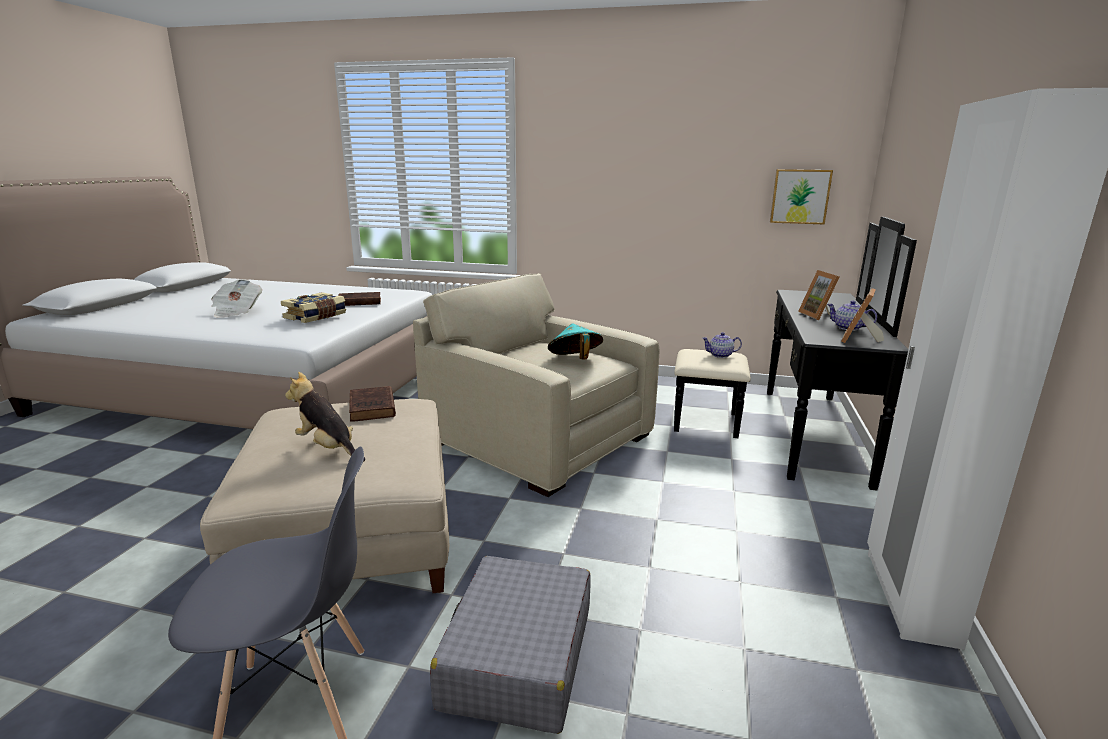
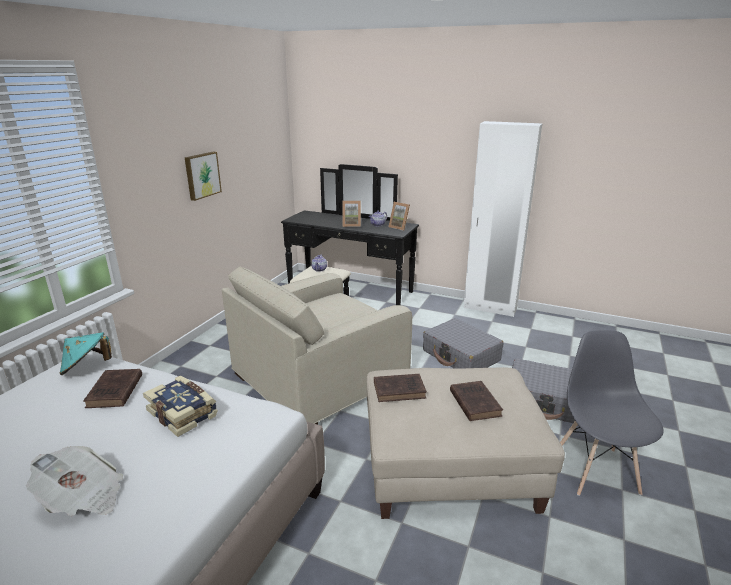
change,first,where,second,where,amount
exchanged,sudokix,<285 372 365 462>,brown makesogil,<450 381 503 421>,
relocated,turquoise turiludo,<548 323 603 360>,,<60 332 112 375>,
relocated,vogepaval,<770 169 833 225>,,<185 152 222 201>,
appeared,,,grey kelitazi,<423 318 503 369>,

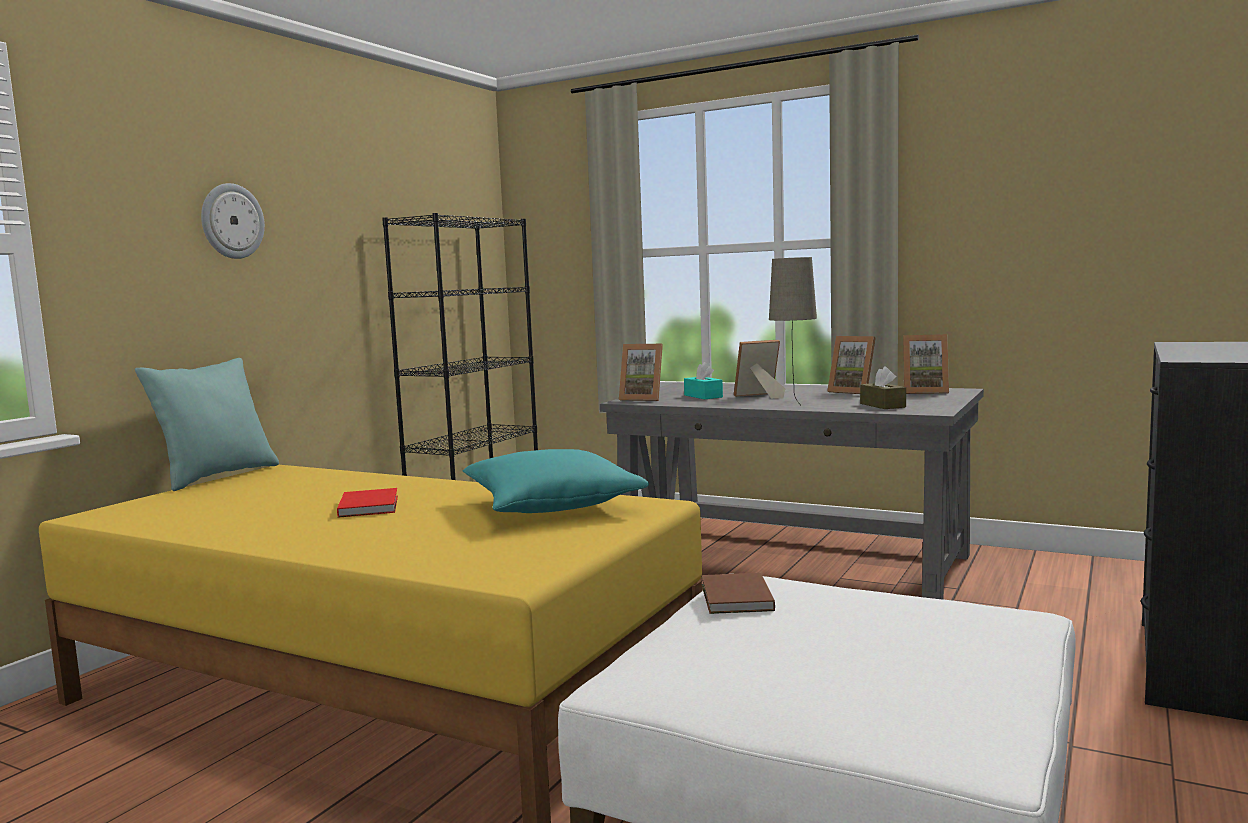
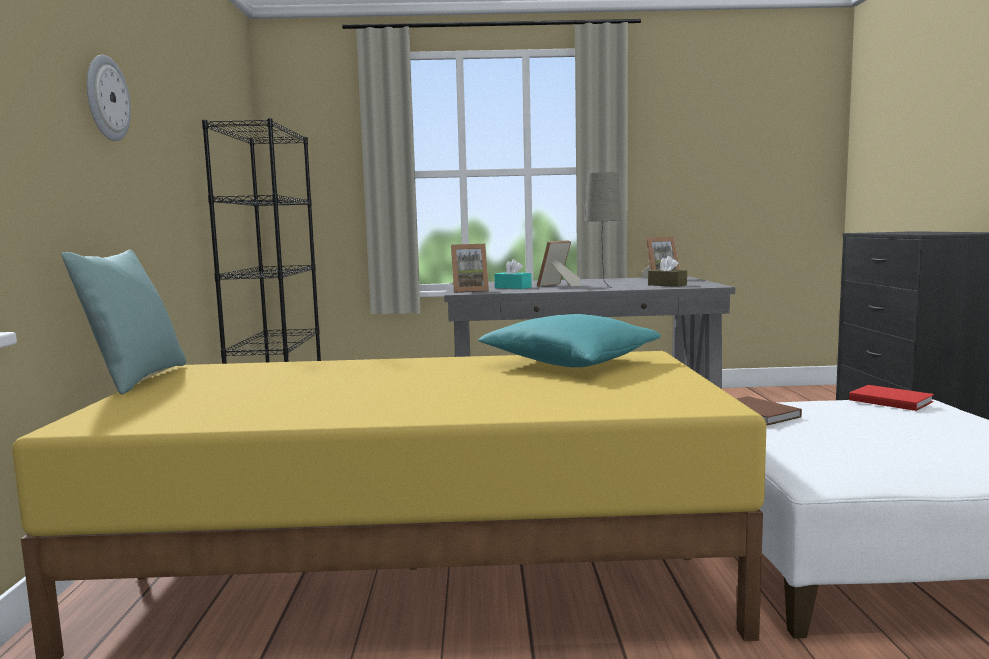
change,first,where,second,where,amount
relocated,red makesogil,<337 488 398 518>,,<849 385 934 411>,
missing,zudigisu,<827 336 876 394>,,,

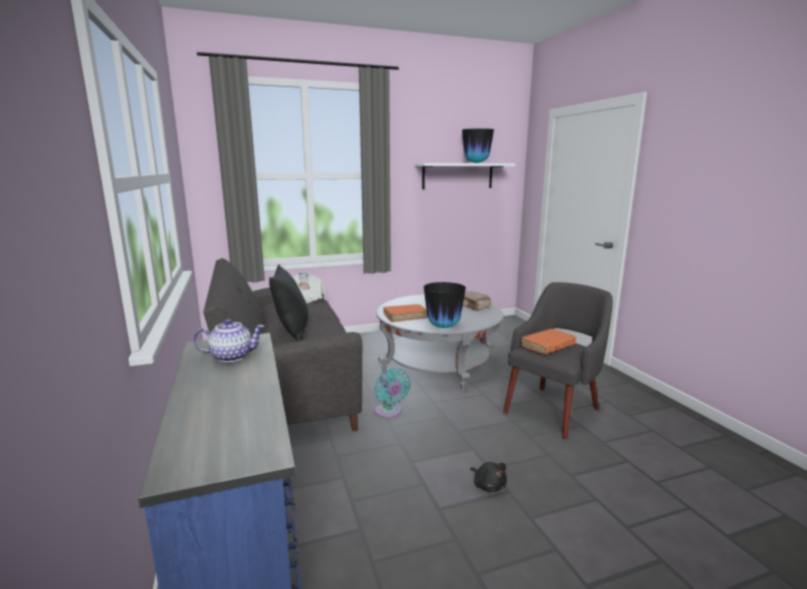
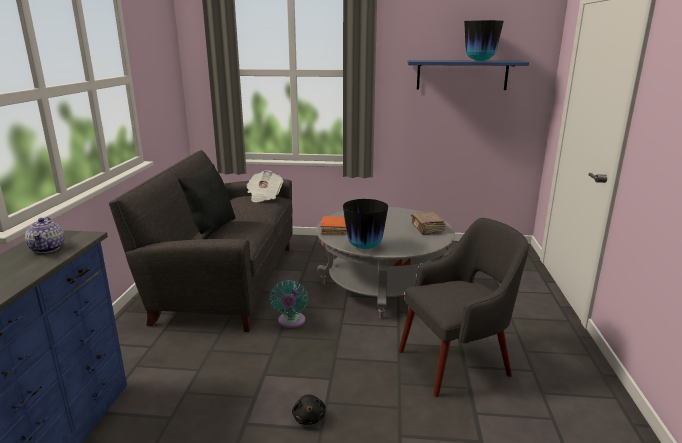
change,first,where,second,where,amount
spun,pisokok,<193 319 265 362>,,<25 217 65 253>,60 degrees clockwise
colour,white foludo,<414 163 515 189>,blue foludo,<407 60 529 90>,
missing,orange makesogil,<522 329 576 354>,,,

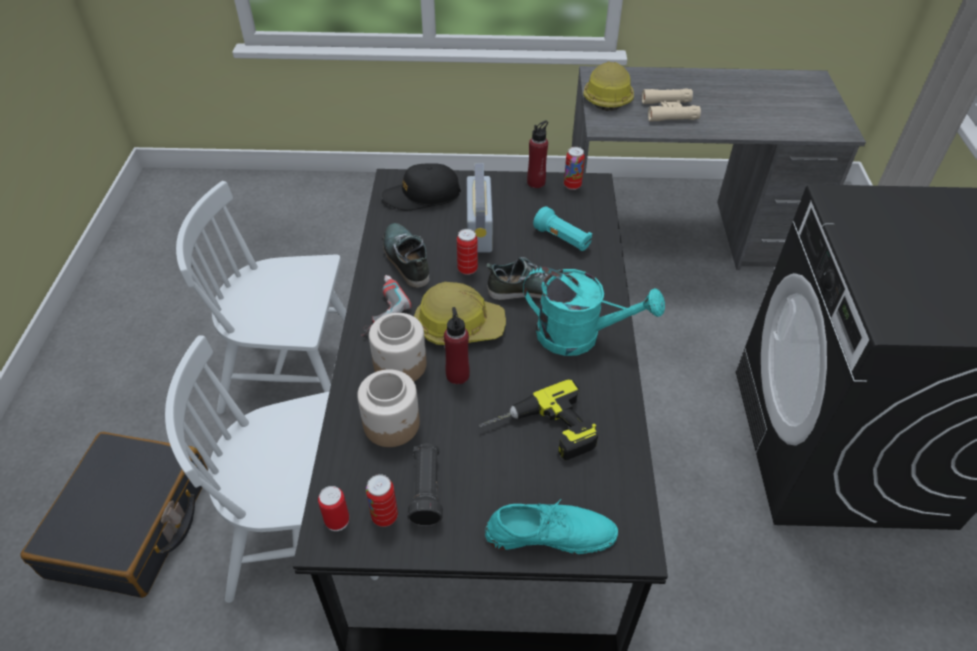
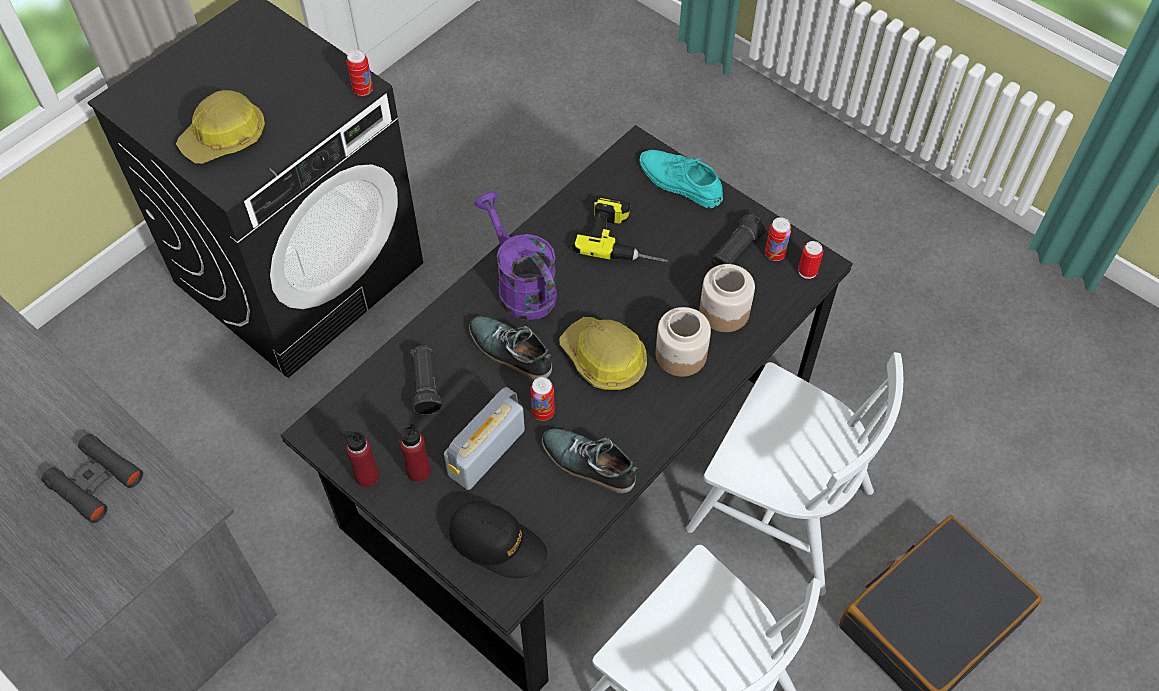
change,first,where,second,where,amount
missing,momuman,<361 275 411 337>,,,
spun,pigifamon,<383 223 430 288>,,<542 429 638 494>,105 degrees clockwise
relocated,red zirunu,<444 307 470 384>,,<399 422 431 482>,
colour,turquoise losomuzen,<523 266 665 356>,purple losomuzen,<475 191 557 320>,
colour,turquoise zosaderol,<533 206 592 251>,black zosaderol,<411 345 442 415>,
relocated,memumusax,<564 147 585 190>,,<347 49 373 96>,
relocated,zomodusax,<583 61 634 111>,,<176 90 265 164>,
colour,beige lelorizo,<642 88 701 121>,black lelorizo,<42 434 143 523>,

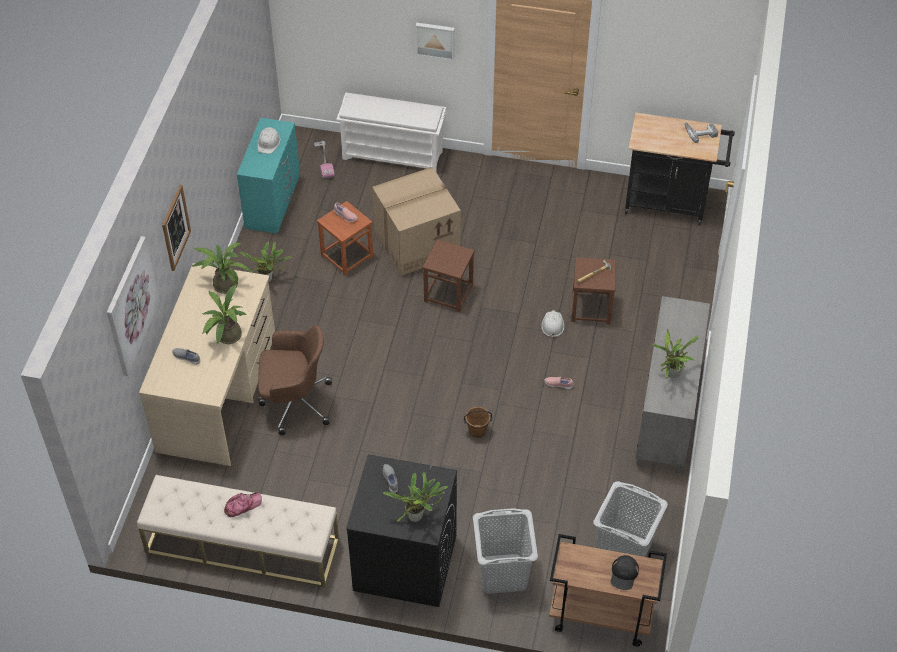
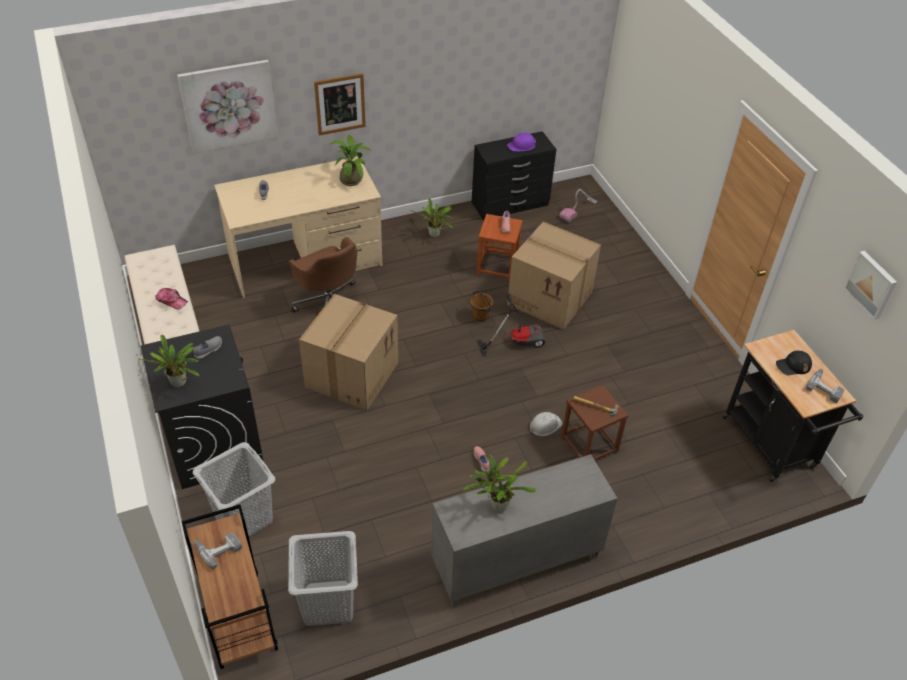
change,first,where,second,where,amount
missing,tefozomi,<202 284 247 344>,,,
colour,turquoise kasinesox,<237 118 300 234>,black kasinesox,<472 131 556 220>,
colour,white zomodusax,<258 127 280 154>,purple zomodusax,<507 133 536 151>,
missing,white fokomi,<336 93 447 172>,,,
relocated,vogepaval,<415 22 455 60>,,<843 250 897 320>,
exchanged,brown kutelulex,<422 239 475 312>,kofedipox,<477 293 546 357>,
relocated,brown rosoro,<464 407 492 438>,,<470 291 493 322>,
relocated,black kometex,<611 555 639 590>,,<776 350 812 375>,
appeared,,,momuman,<194 532 242 569>,
appeared,,,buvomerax,<299 294 398 410>,

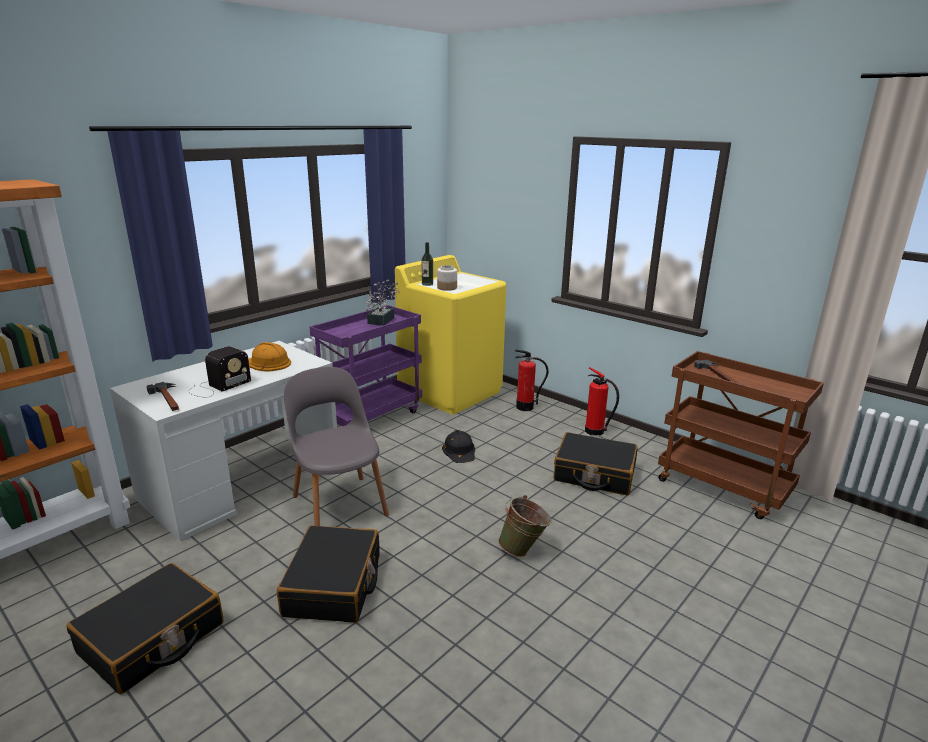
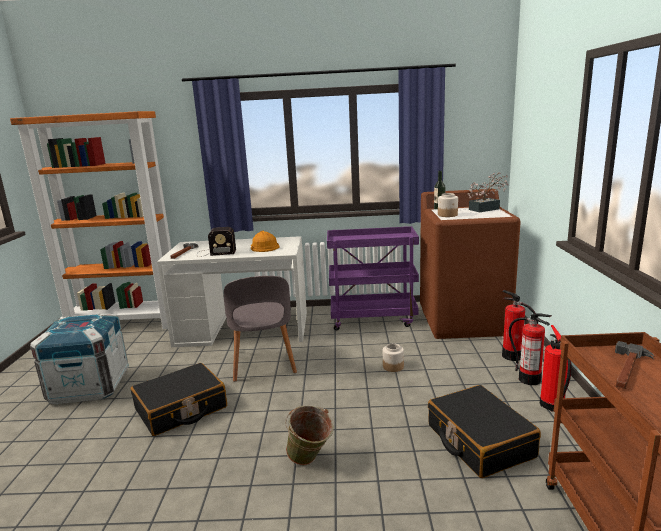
change,first,where,second,where,amount
exchanged,black kelitazi,<66 563 224 694>,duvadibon,<30 313 129 404>,
spun,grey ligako,<284 367 389 526>,,<223 276 297 382>,150 degrees clockwise
relocated,tefozomi,<366 280 400 326>,,<468 172 509 212>,
colour,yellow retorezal,<395 255 506 415>,brown retorezal,<420 189 521 339>,
exchanged,black zomodusax,<442 430 475 463>,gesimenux,<383 343 404 372>,
appeared,,,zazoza,<509 313 552 385>,

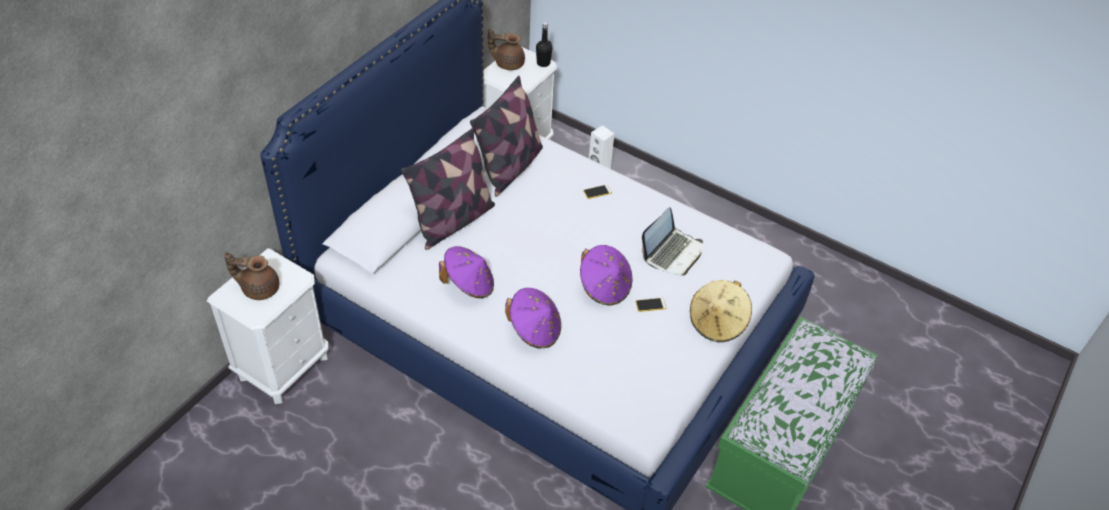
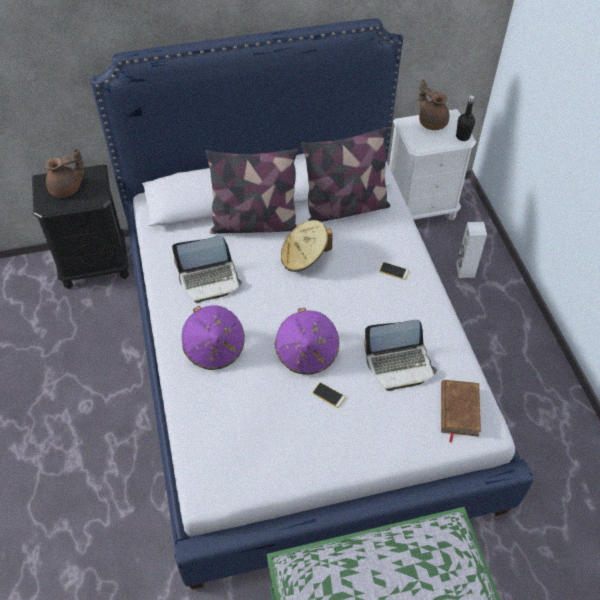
change,first,where,second,where,amount
colour,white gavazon,<207 248 328 404>,black gavazon,<32 164 129 289>,
spun,brown pisokok,<224 252 279 300>,,<45 148 84 198>,105 degrees clockwise
exchanged,purple turiludo,<439 246 494 298>,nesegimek,<172 236 242 303>,
relocated,beige turiludo,<690 280 752 343>,,<281 220 333 272>,
appeared,,,brown makesogil,<441 380 481 443>,

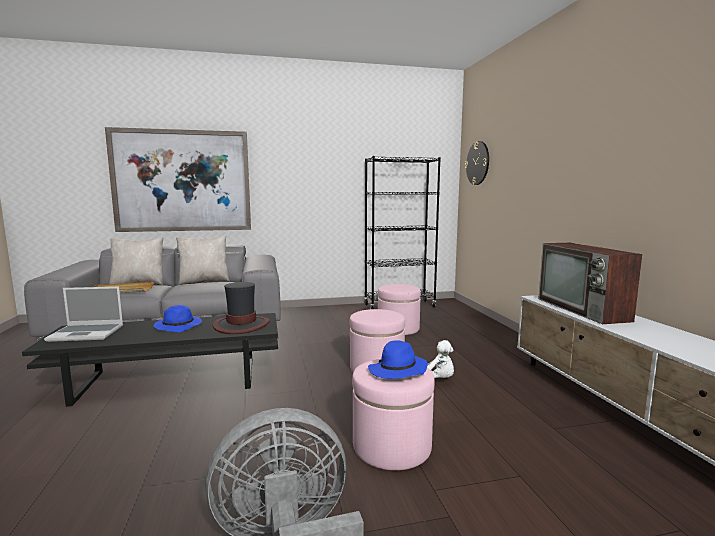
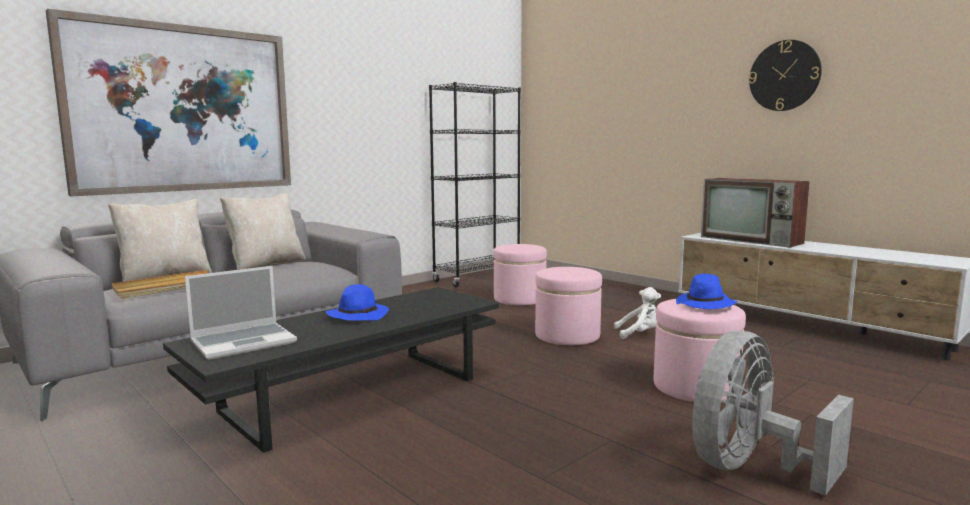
change,first,where,second,where,amount
missing,turiludo,<213 282 270 334>,,,
relocated,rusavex,<465 141 489 185>,,<749 40 822 111>,

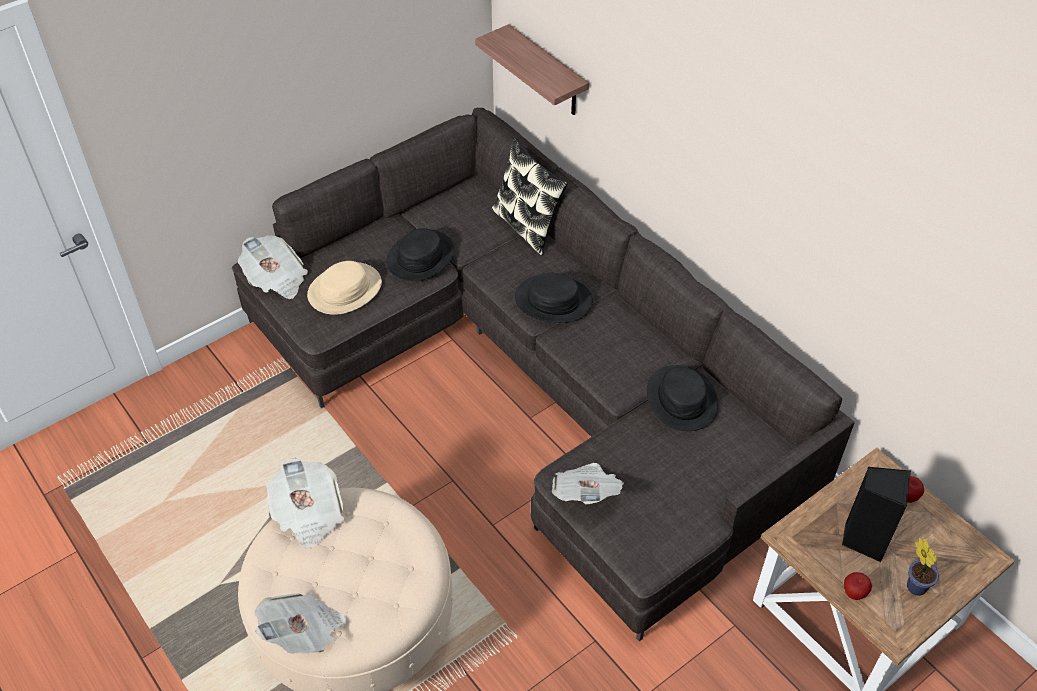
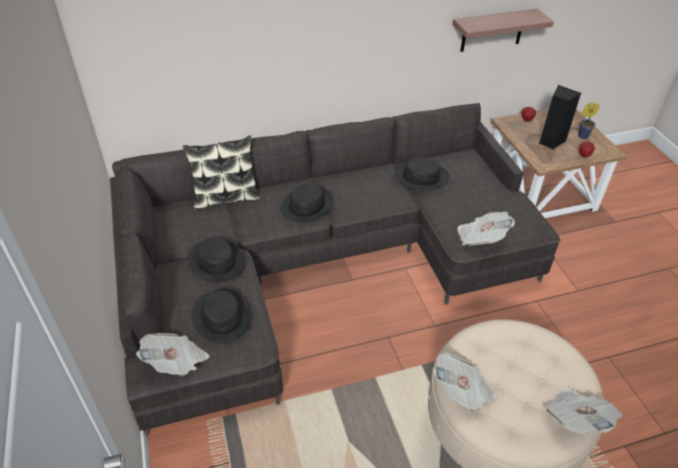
change,first,where,second,where,amount
colour,beige turiludo,<307 261 382 315>,black turiludo,<192 289 252 343>,
relocated,foludo,<475 24 589 115>,,<453 9 554 52>,

